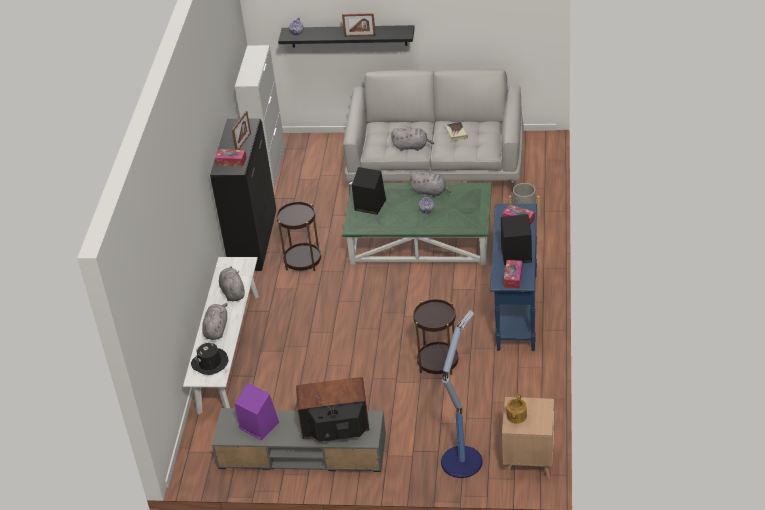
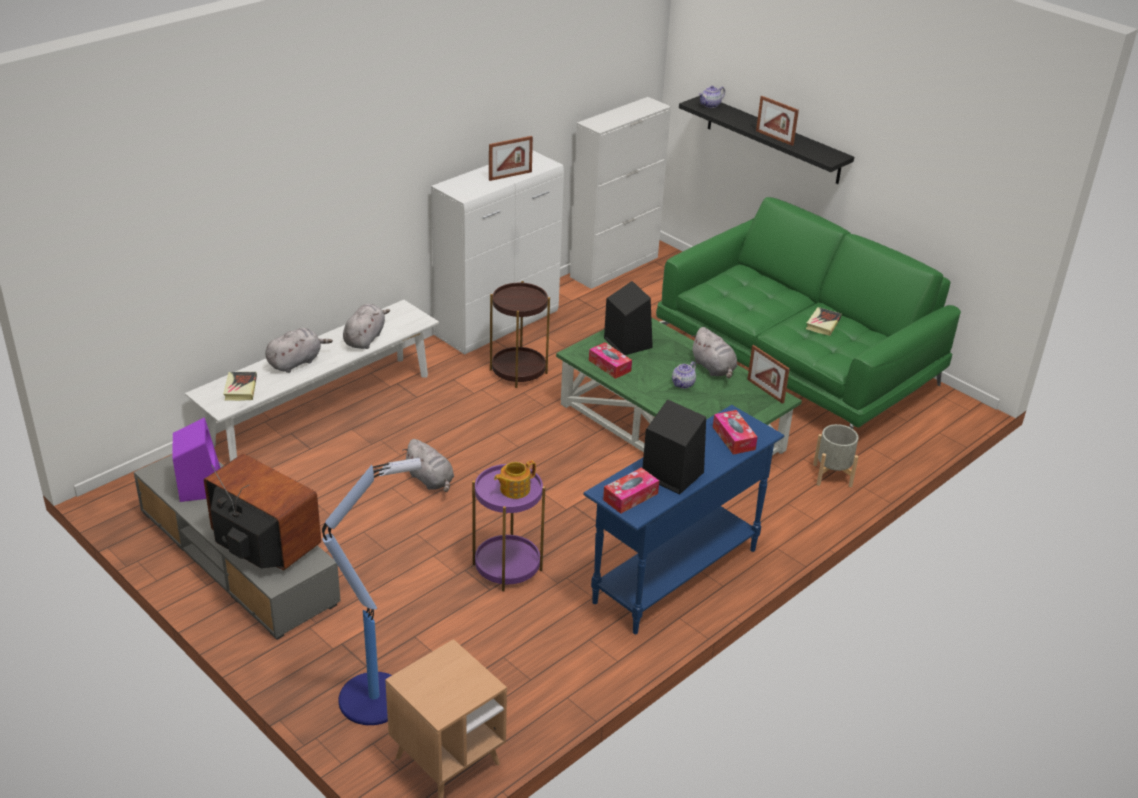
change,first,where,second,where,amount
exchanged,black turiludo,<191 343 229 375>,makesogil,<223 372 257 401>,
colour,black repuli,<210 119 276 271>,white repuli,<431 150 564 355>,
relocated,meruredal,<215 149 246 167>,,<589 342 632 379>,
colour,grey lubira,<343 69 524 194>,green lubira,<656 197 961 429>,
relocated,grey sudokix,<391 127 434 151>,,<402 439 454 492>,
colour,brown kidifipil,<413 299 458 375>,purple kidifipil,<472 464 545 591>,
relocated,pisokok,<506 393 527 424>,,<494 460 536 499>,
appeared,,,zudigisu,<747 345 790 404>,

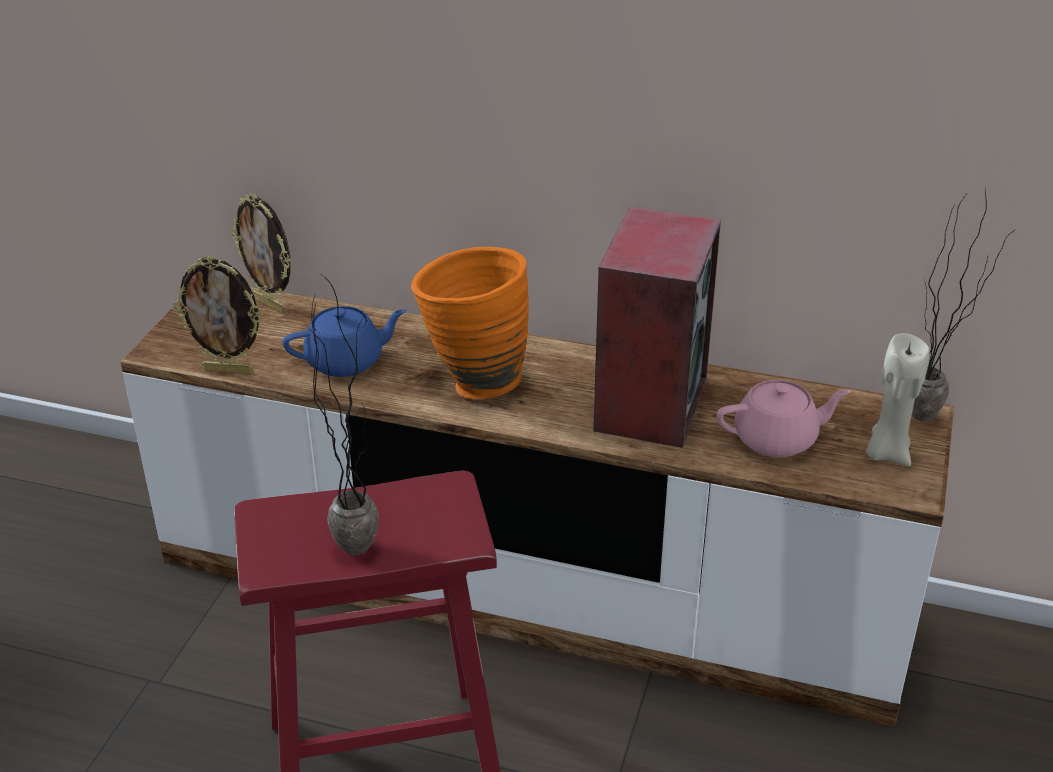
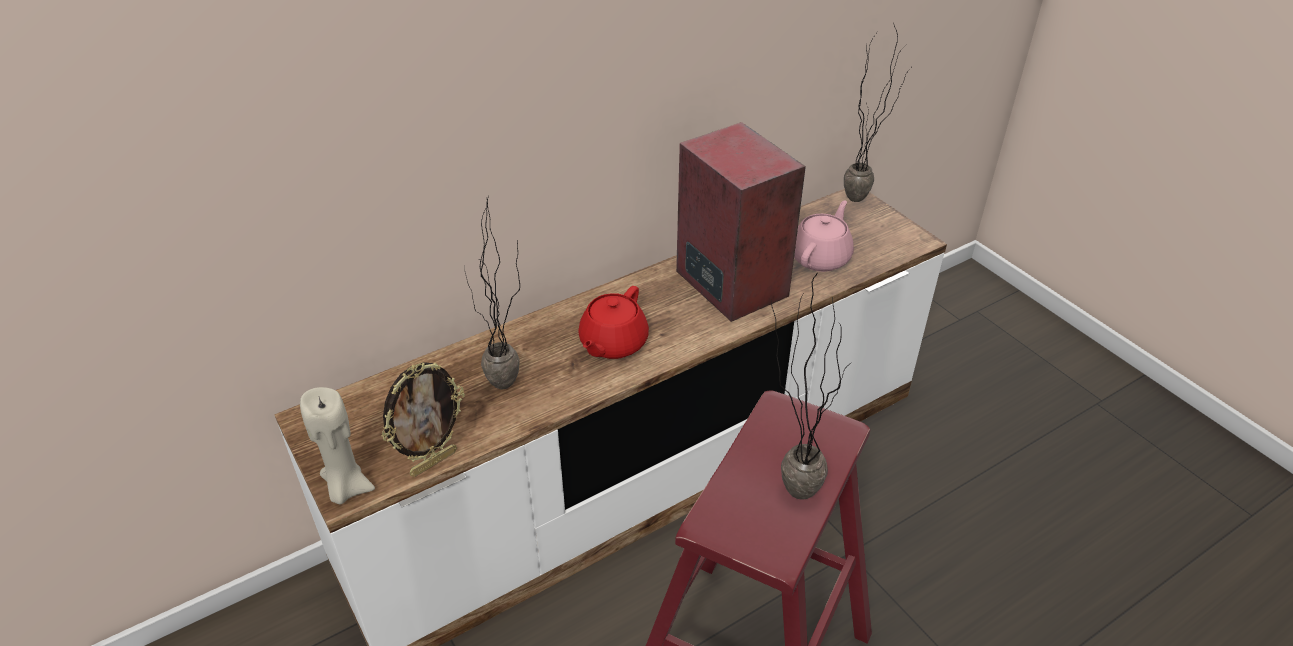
change,first,where,second,where,amount
missing,zudigisu,<231 193 291 314>,,,
exchanged,blue pisokok,<282 306 406 377>,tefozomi,<464 195 520 389>,
exchanged,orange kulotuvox,<411 247 529 399>,red pisokok,<578 286 649 359>,
relocated,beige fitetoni,<866 333 930 466>,,<300 387 375 504>,

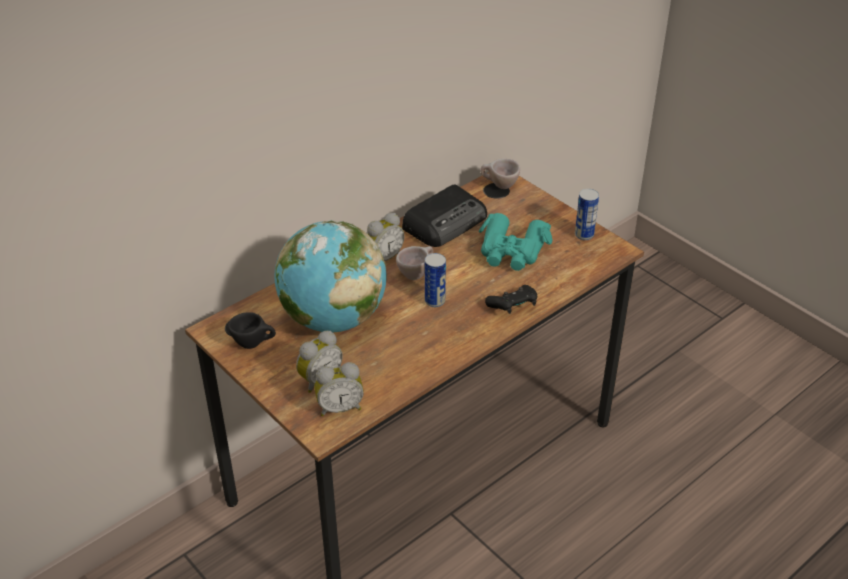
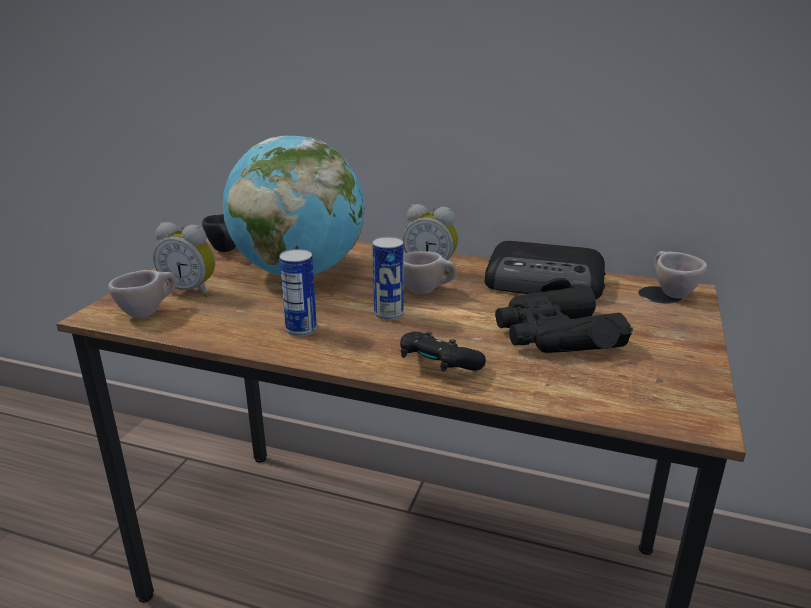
change,first,where,second,where,amount
exchanged,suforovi,<314 362 364 416>,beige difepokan,<108 270 177 318>,
colour,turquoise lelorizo,<479 213 552 271>,black lelorizo,<495 278 633 353>,
relocated,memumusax,<575 189 599 240>,,<279 249 317 337>,

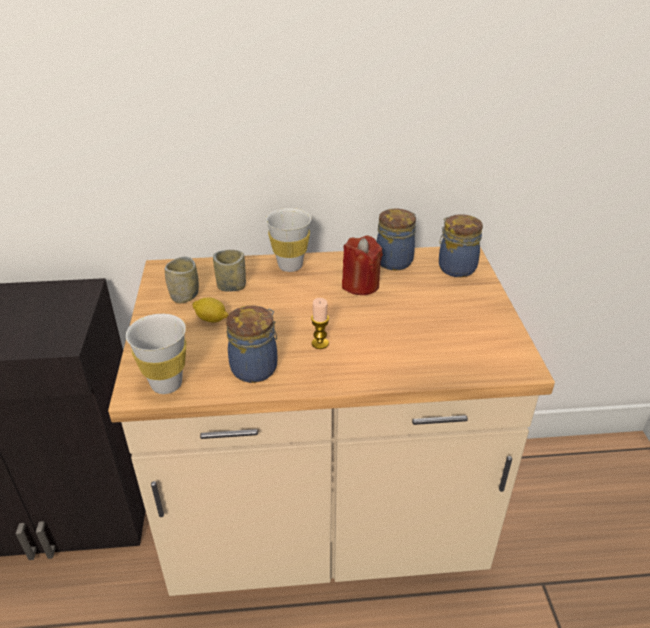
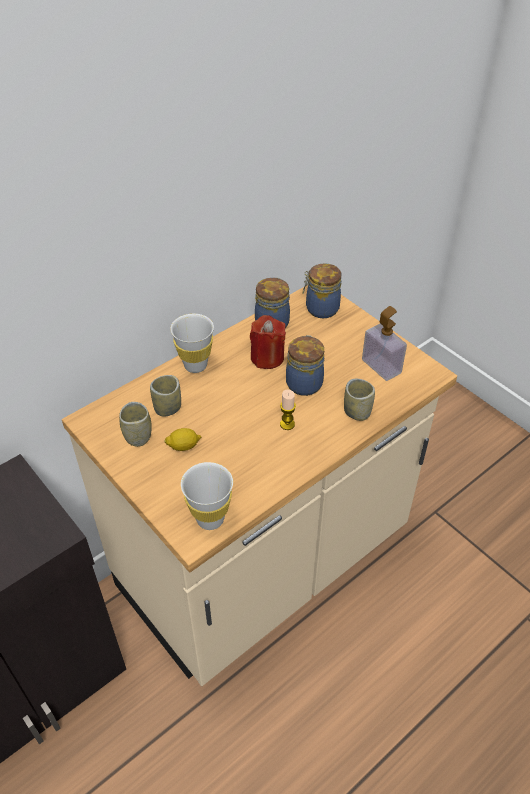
change,first,where,second,where,amount
relocated,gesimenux,<226 306 278 383>,,<286 335 324 396>,
appeared,,,difepokan,<344 379 375 421>,
appeared,,,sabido,<362 306 407 381>,

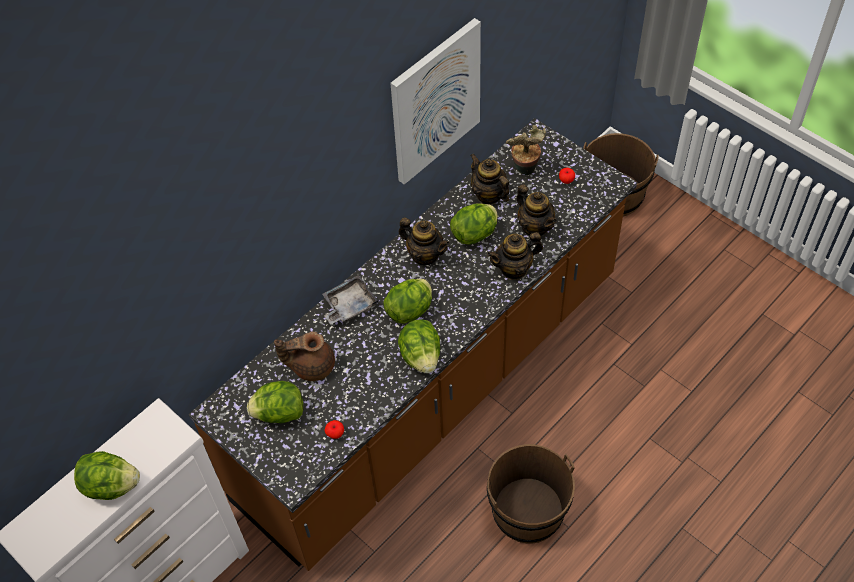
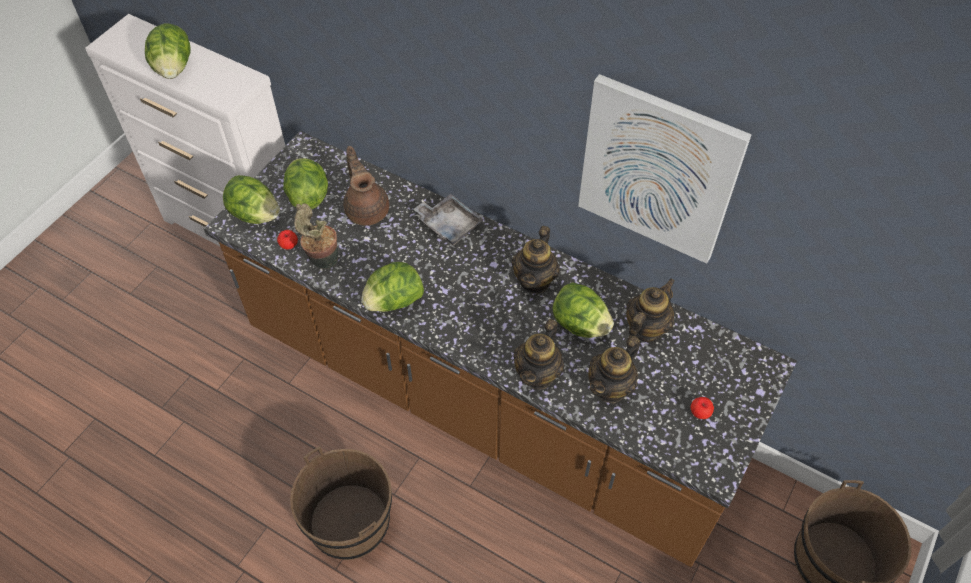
change,first,where,second,where,amount
relocated,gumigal,<383 279 432 323>,,<223 175 280 224>,
spun,pisokok,<487 232 543 280>,,<513 319 564 389>,120 degrees counterclockwise
relocated,tefozomi,<506 125 546 175>,,<294 203 338 269>,

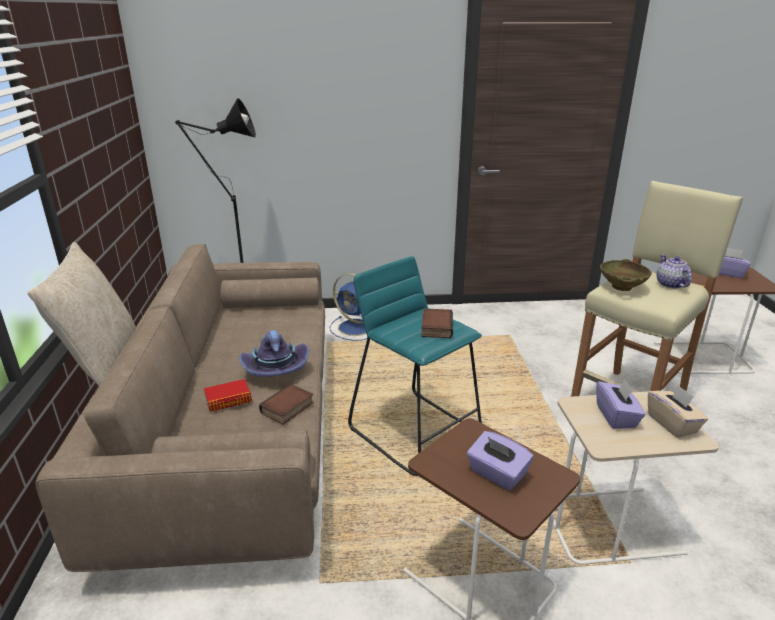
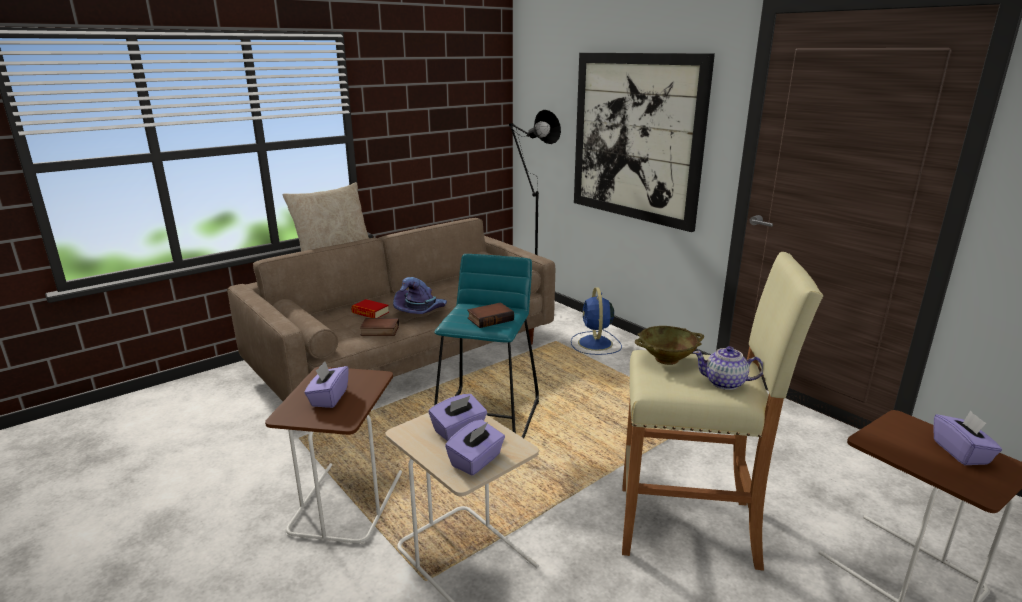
change,first,where,second,where,amount
colour,beige meruredal,<648 385 708 438>,purple meruredal,<445 419 505 475>,
spun,pisokok,<656 255 692 289>,,<693 346 763 390>,120 degrees counterclockwise
appeared,,,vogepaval,<574 53 715 232>,

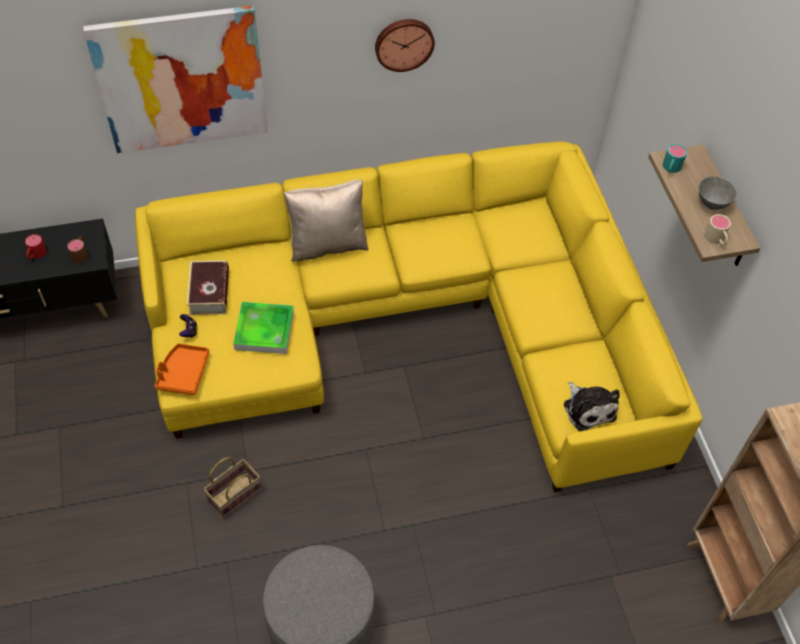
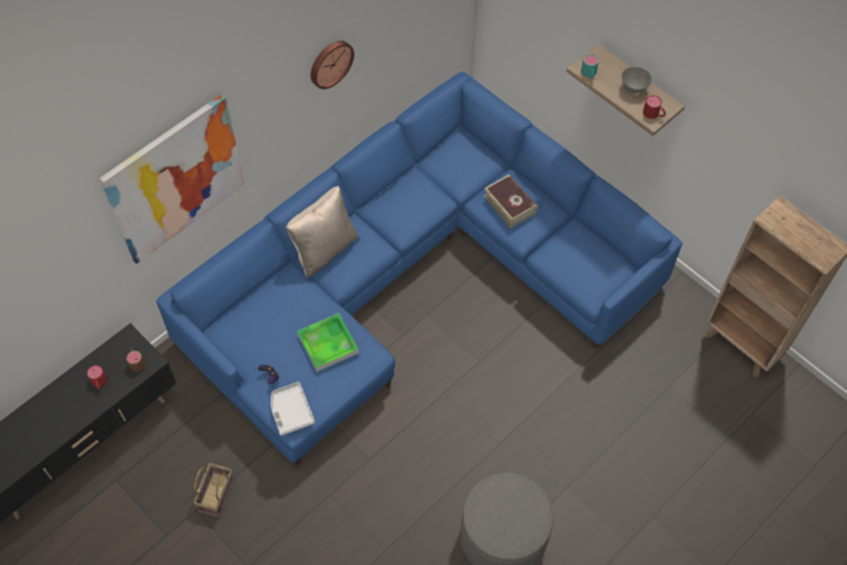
change,first,where,second,where,amount
colour,yellow lubira,<135 141 702 492>,blue lubira,<156 72 682 466>,
colour,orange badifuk,<155 343 209 395>,white badifuk,<271 382 315 436>,
relocated,makesogil,<187 260 229 315>,,<484 174 537 228>,
relocated,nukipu,<204 457 262 519>,,<194 463 234 517>,
missing,sudokix,<564 382 620 431>,,,
colour,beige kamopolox,<704 214 731 245>,red kamopolox,<643 95 666 119>,

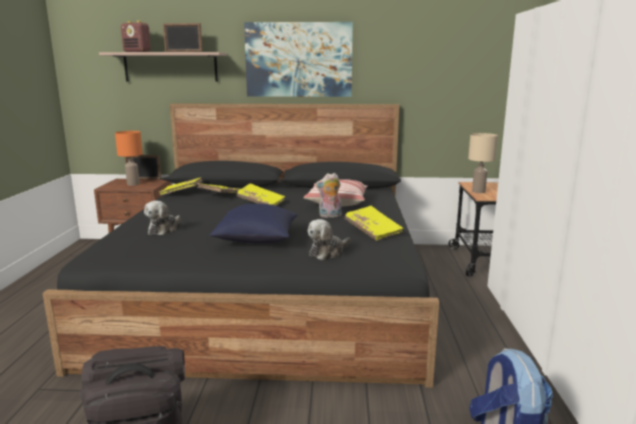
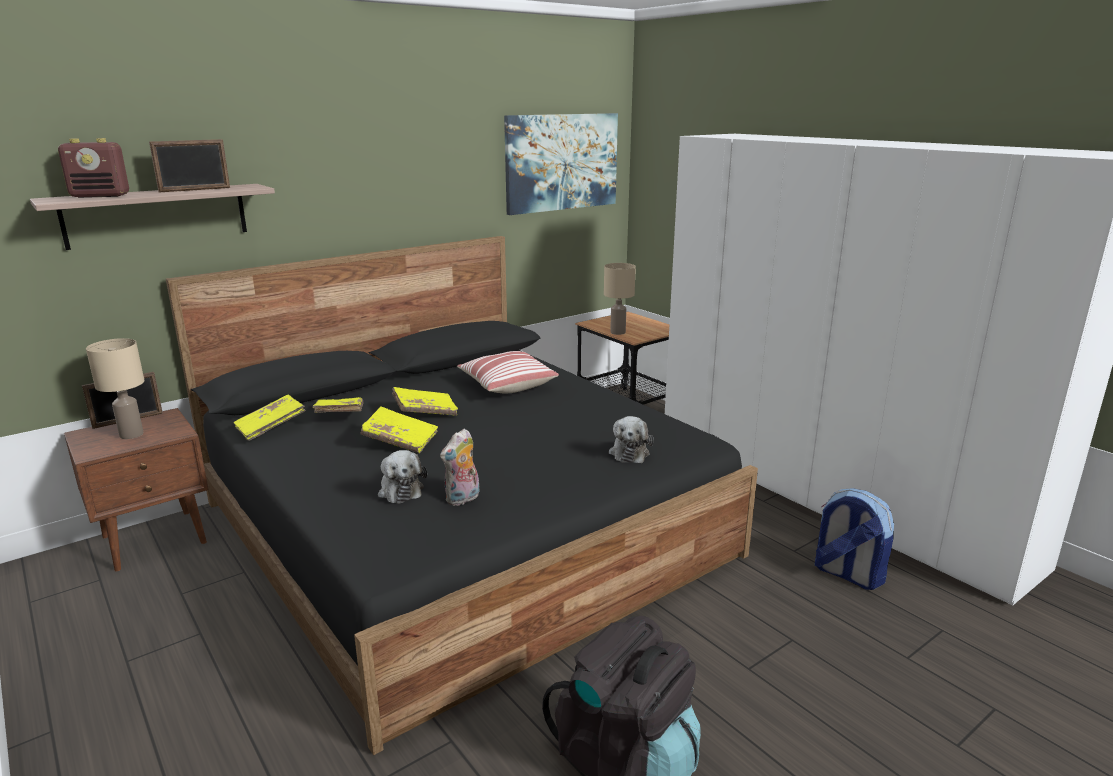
change,first,where,second,where,amount
colour,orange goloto,<115 131 143 186>,beige goloto,<86 338 145 439>,
missing,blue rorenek,<209 204 298 244>,,,
relocated,vogepaval,<244 22 353 97>,,<504 113 618 215>,
relocated,sudokix,<316 173 341 218>,,<440 429 480 506>,
relocated,yellow makesogil,<344 206 404 241>,,<360 407 438 453>,

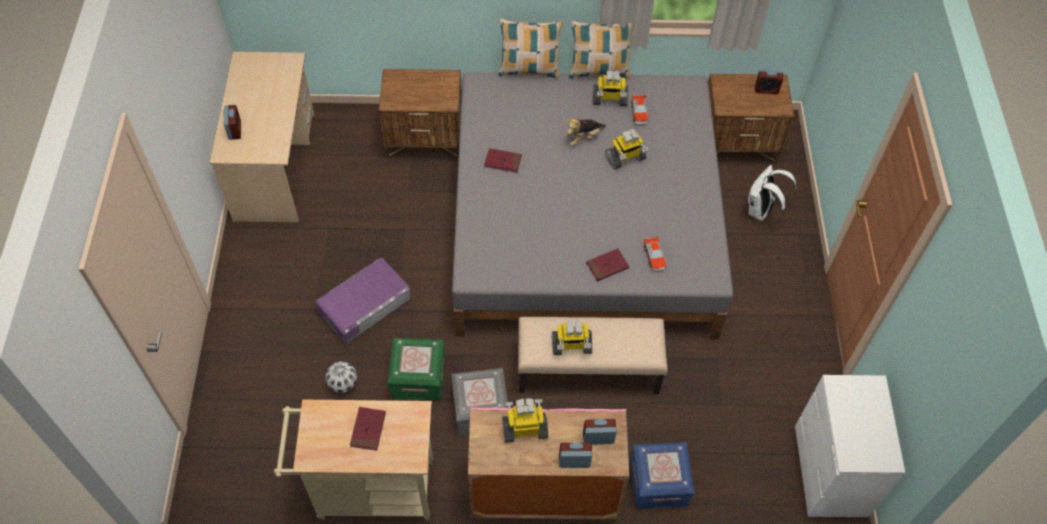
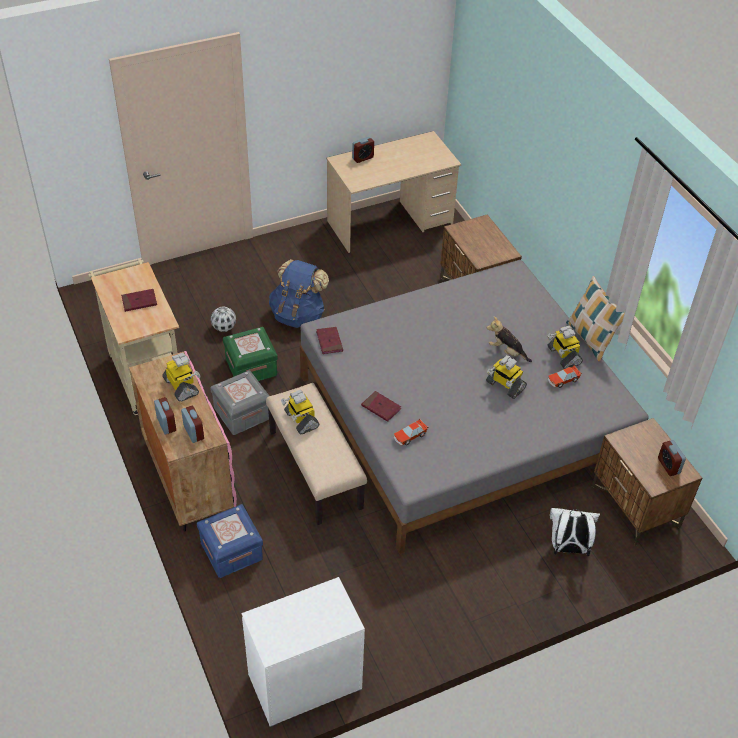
change,first,where,second,where,amount
exchanged,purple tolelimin,<315 258 412 344>,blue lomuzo,<269 259 329 328>,
relocated,red makesogil,<484 148 522 173>,,<316 327 343 354>,
missing,rorenek,<499 19 563 78>,,,

